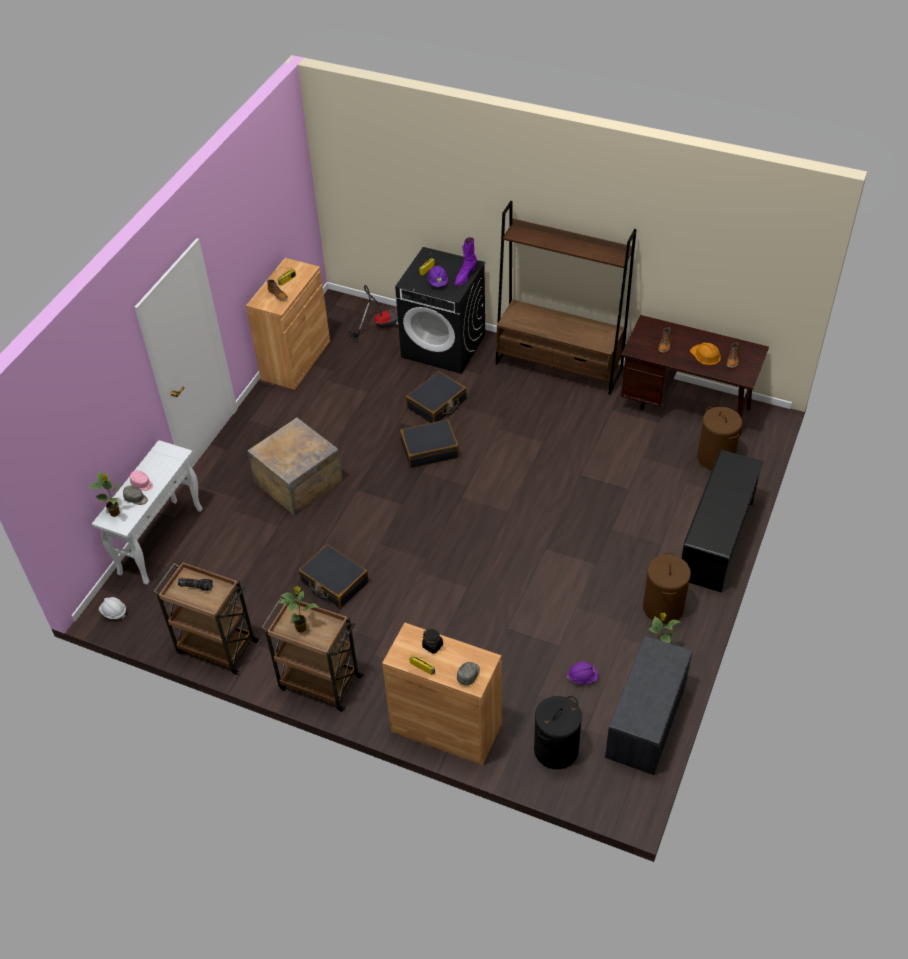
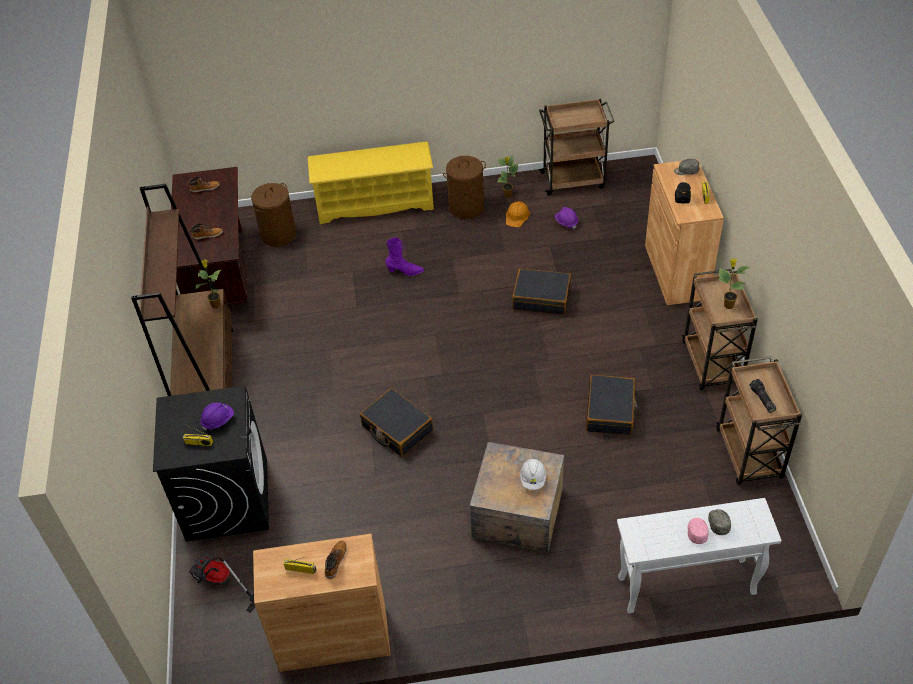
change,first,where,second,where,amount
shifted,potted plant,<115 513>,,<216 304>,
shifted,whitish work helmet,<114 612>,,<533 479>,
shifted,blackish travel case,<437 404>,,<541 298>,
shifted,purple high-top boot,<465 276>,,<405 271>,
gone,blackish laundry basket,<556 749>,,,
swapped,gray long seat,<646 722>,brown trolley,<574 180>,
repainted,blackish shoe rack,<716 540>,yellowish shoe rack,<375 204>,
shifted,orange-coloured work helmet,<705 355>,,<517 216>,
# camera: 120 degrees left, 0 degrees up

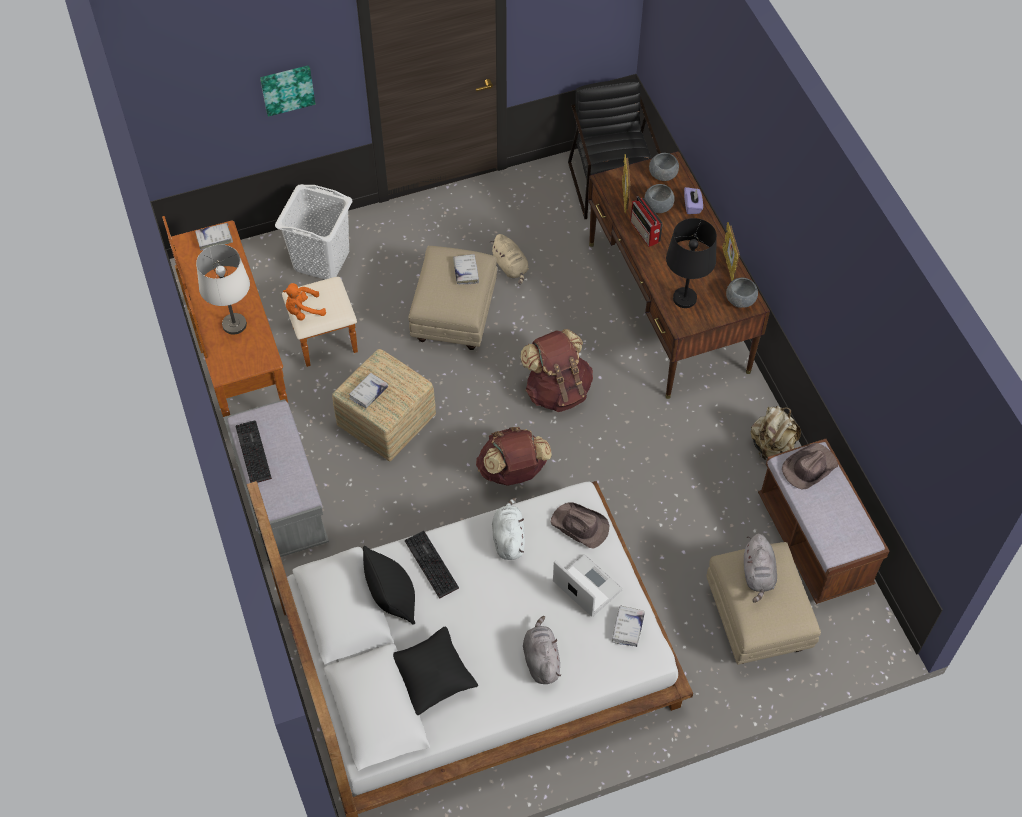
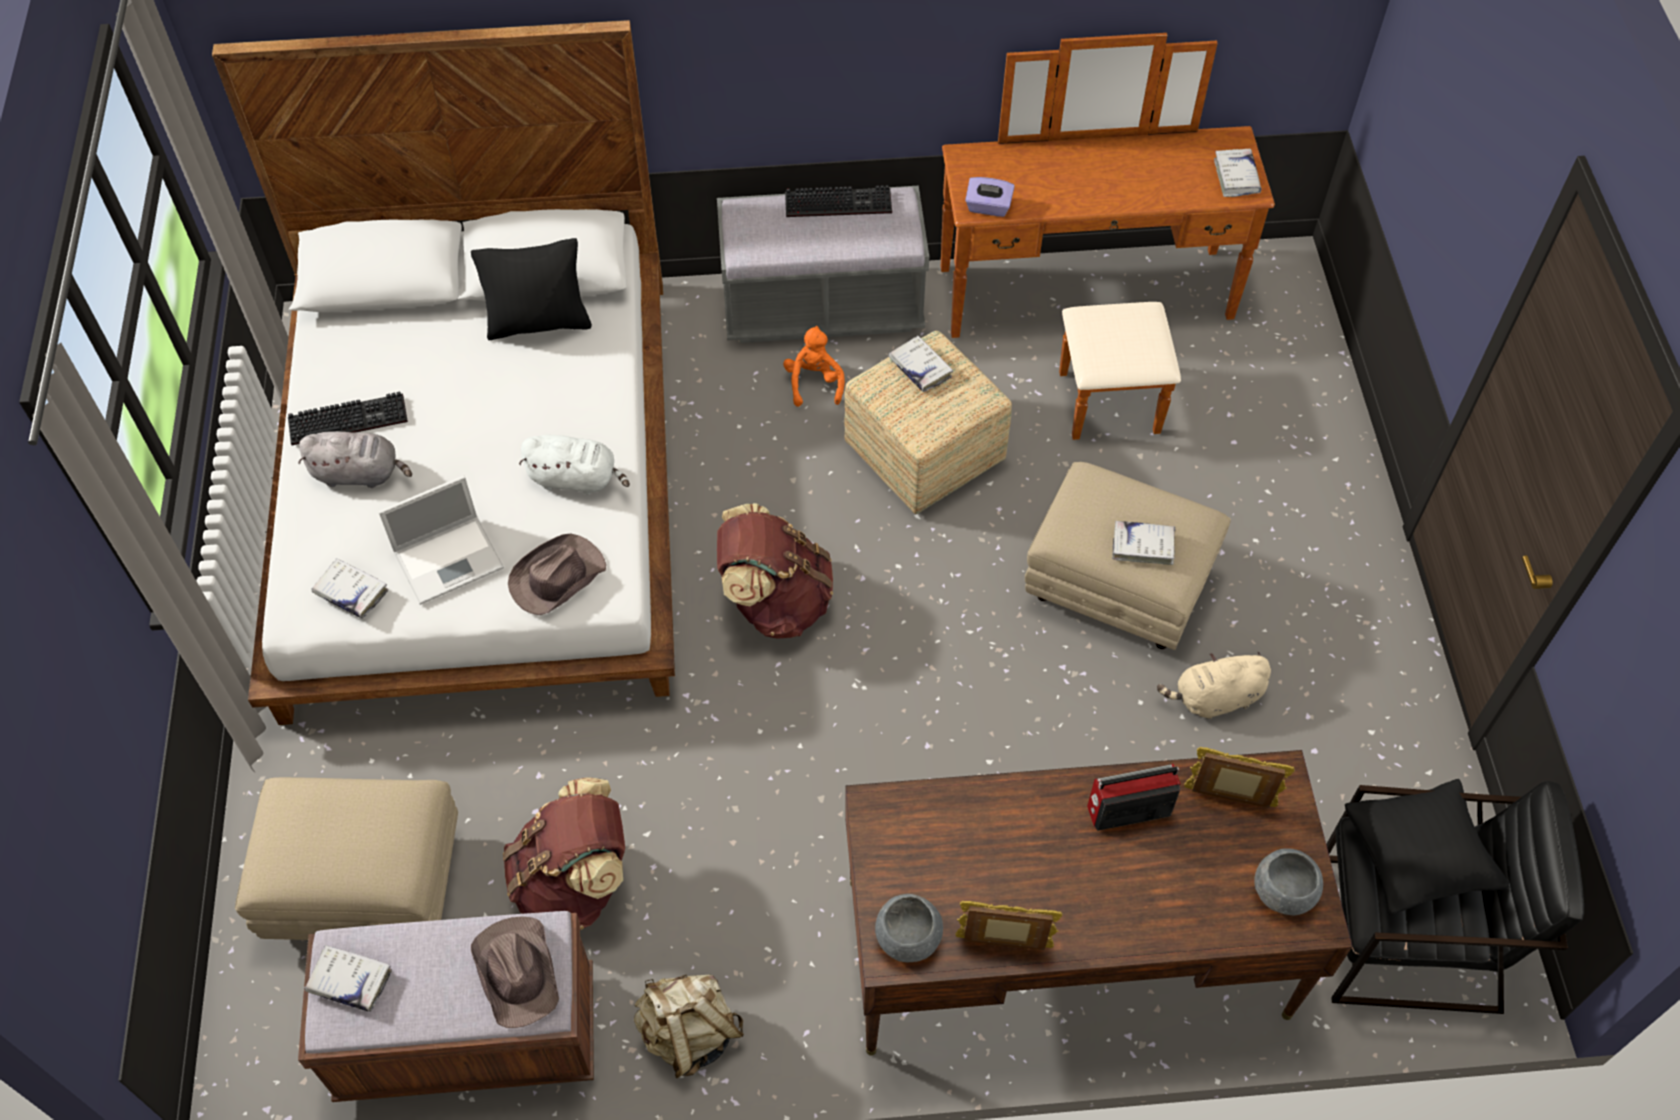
change,first,where,second,where,amount
gone,whitish lamp for a table,<235 324>,,,
gone,picture,<287 89>,,,
gone,whitish laundry basket,<321 260>,,,
shifted,orange-coloured cuddly toy,<303 311>,,<814 383>,
shifted,blackish cushion,<431 678>,,<1415 859>,
shifted,keyboard,<429 564>,,<350 418>,
shifted,brown knapsack,<557 390>,,<575 882>,
gone,gray serving bowl,<658 206>,,,
gone,blackish lamp for a table,<684 298>,,,
shifted,purple tissue box,<692 206>,,<988 207>,
gone,gray cuddly toy,<758 574>,,,
new,,,whitish bound book,<350 981>,
# camera: 105 degrees right, 0 degrees up

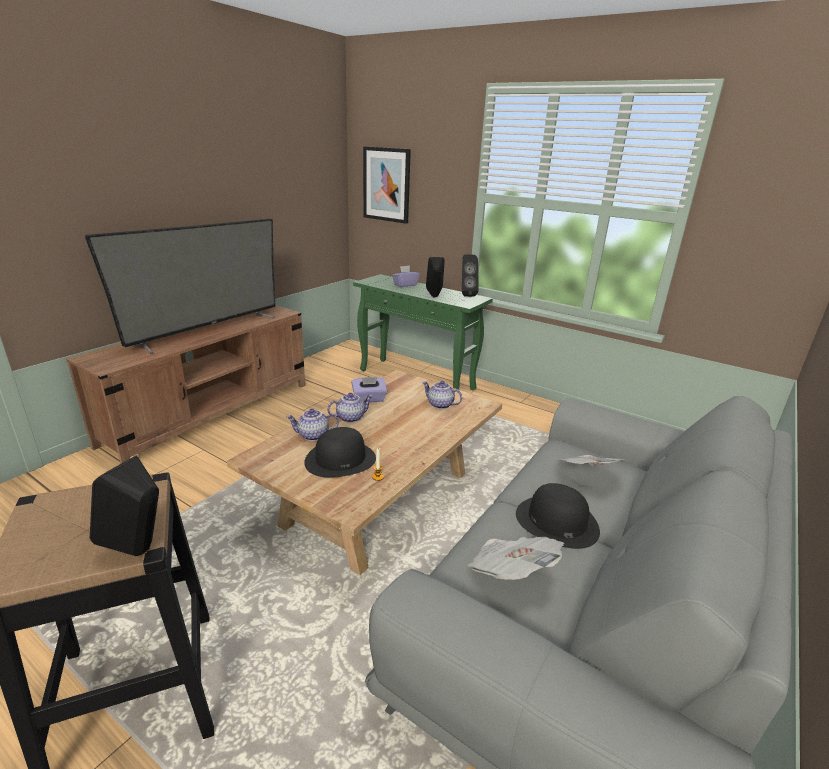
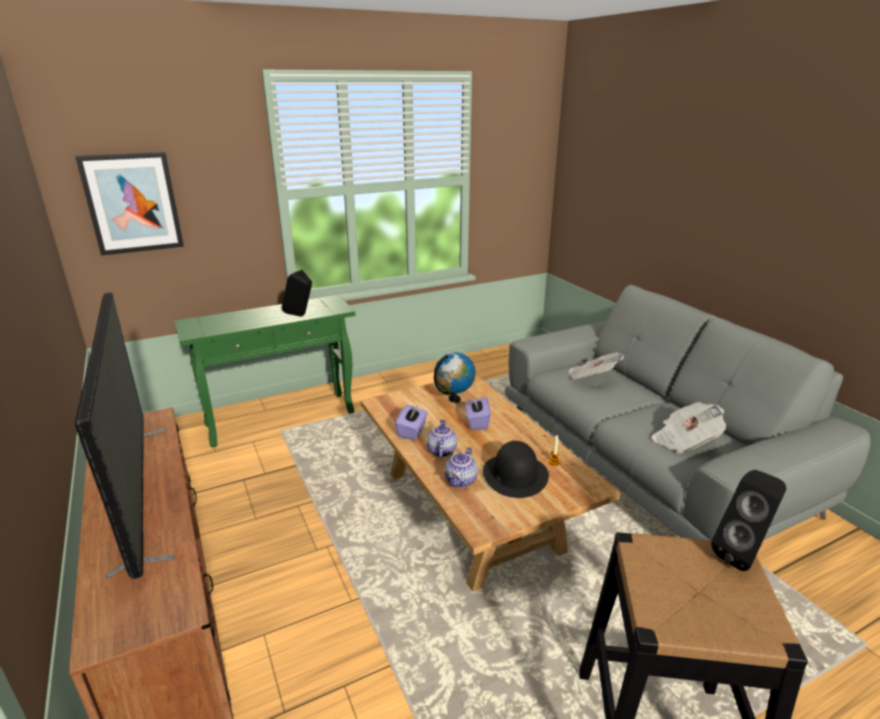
change,first,where,second,where,amount
shifted,purple tissue box,<405 285>,,<477 422>,
swapped,tea pot,<440 405>,world globe,<454 399>,
gone,blackish audio speaker,<466 295>,,,
gone,blackish clothing hat,<556 521>,,,
# camera: 60 degrees left, 0 degrees up

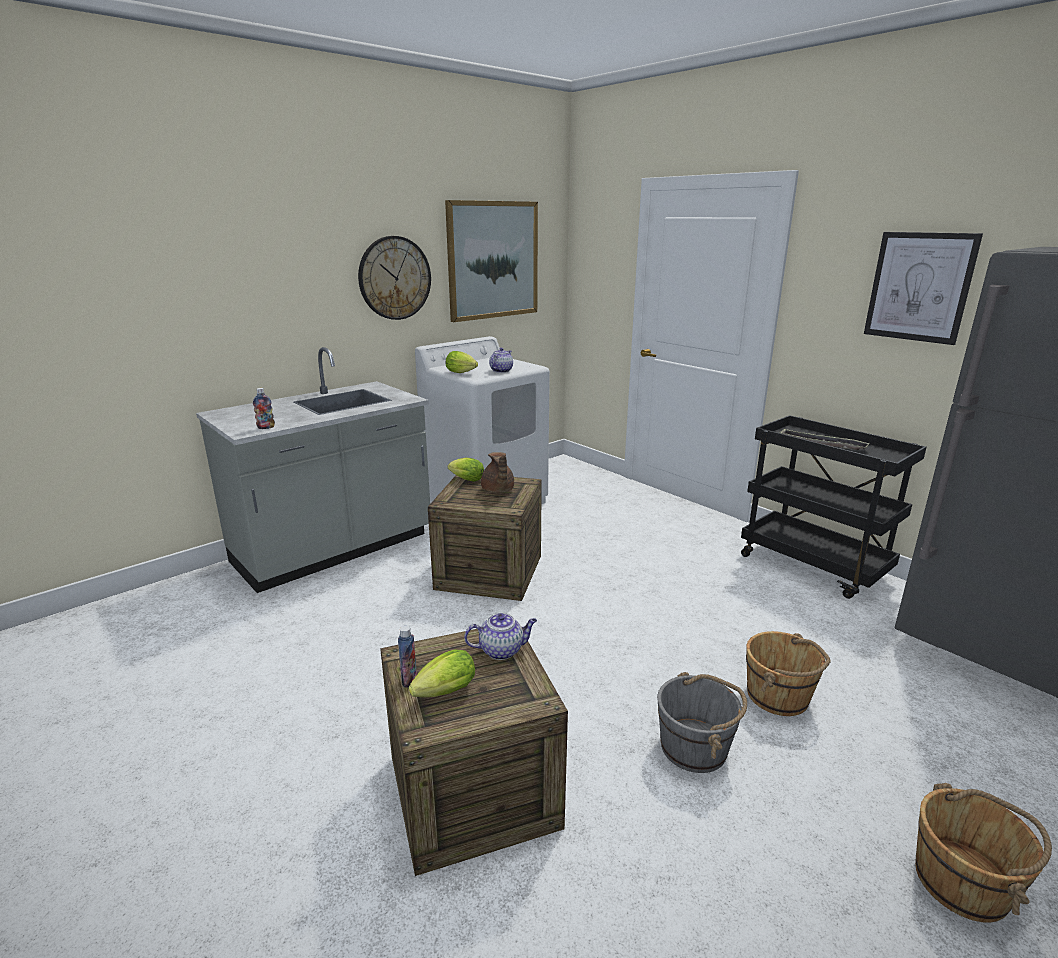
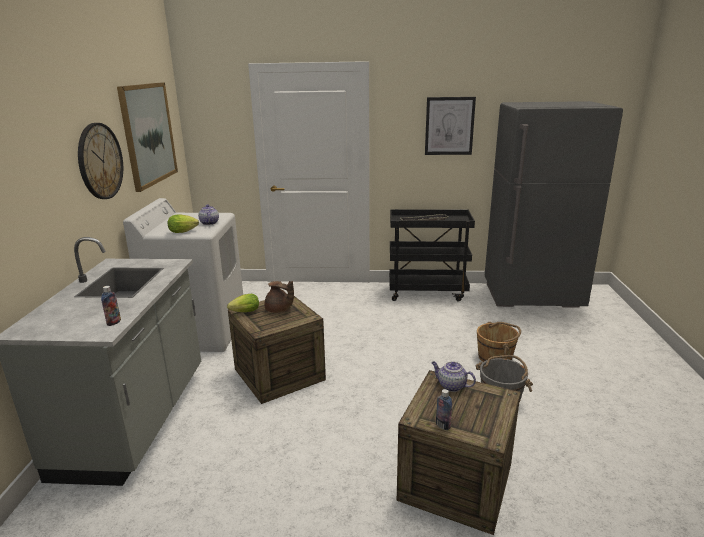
change,first,where,second,where,amount
gone,lettuce head,<442 694>,,,
rotated,tea pot,<502 650>,,<451 386>,90 degrees counterclockwise
gone,brown water bucket,<963 882>,,,
# camera: 45 degrees left, 0 degrees up

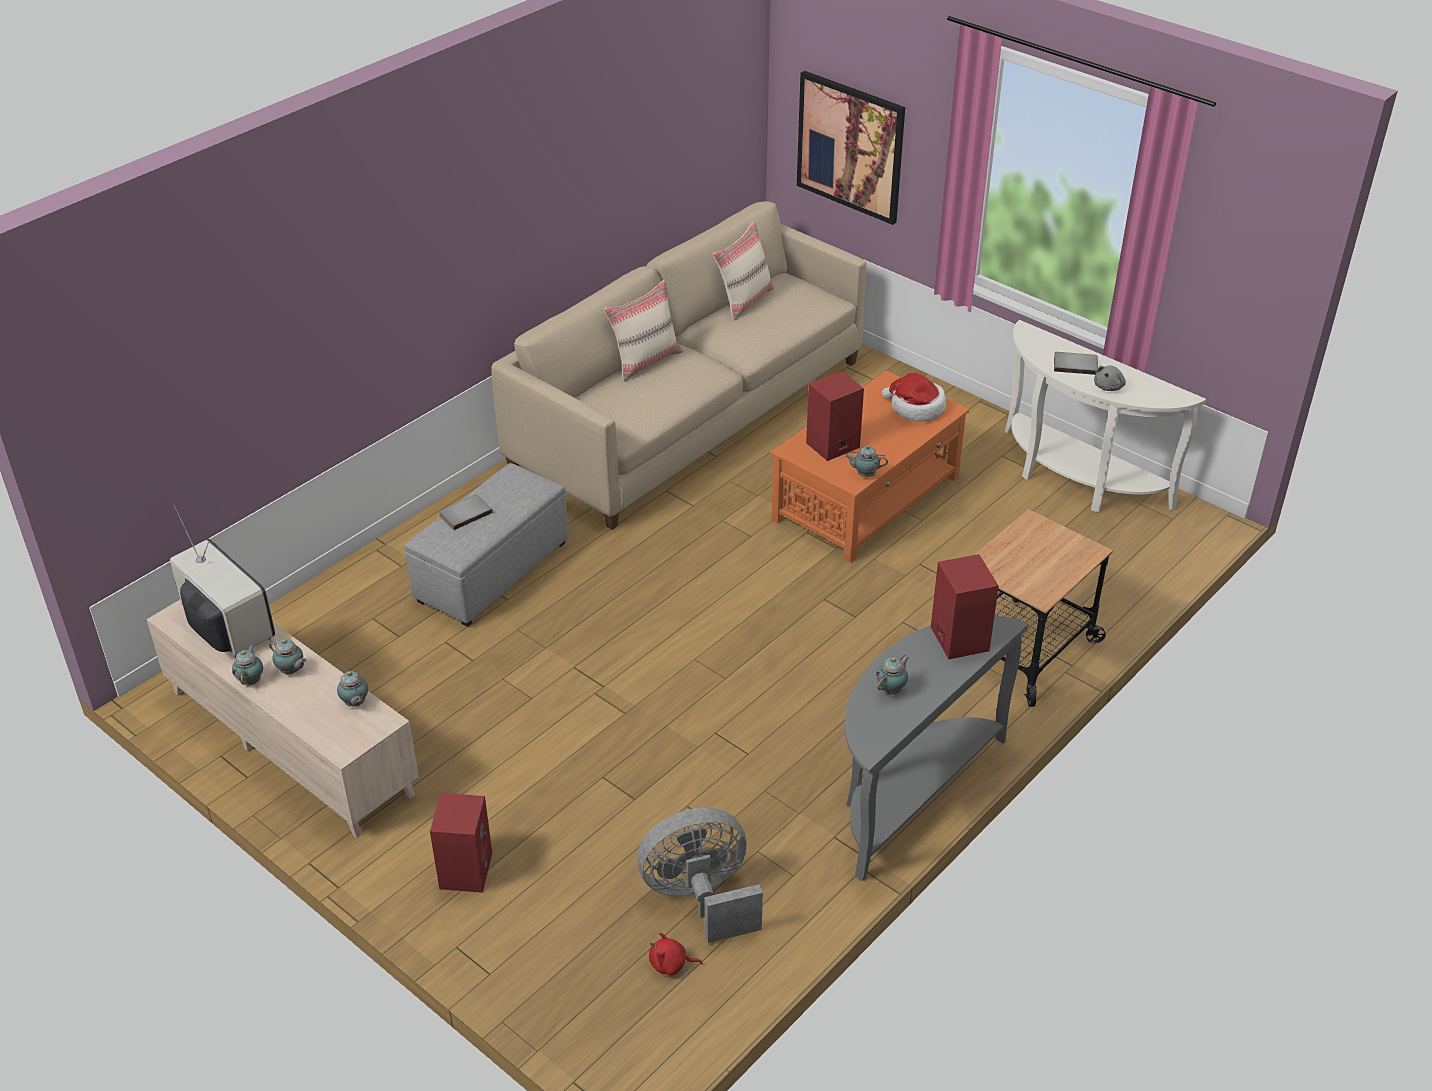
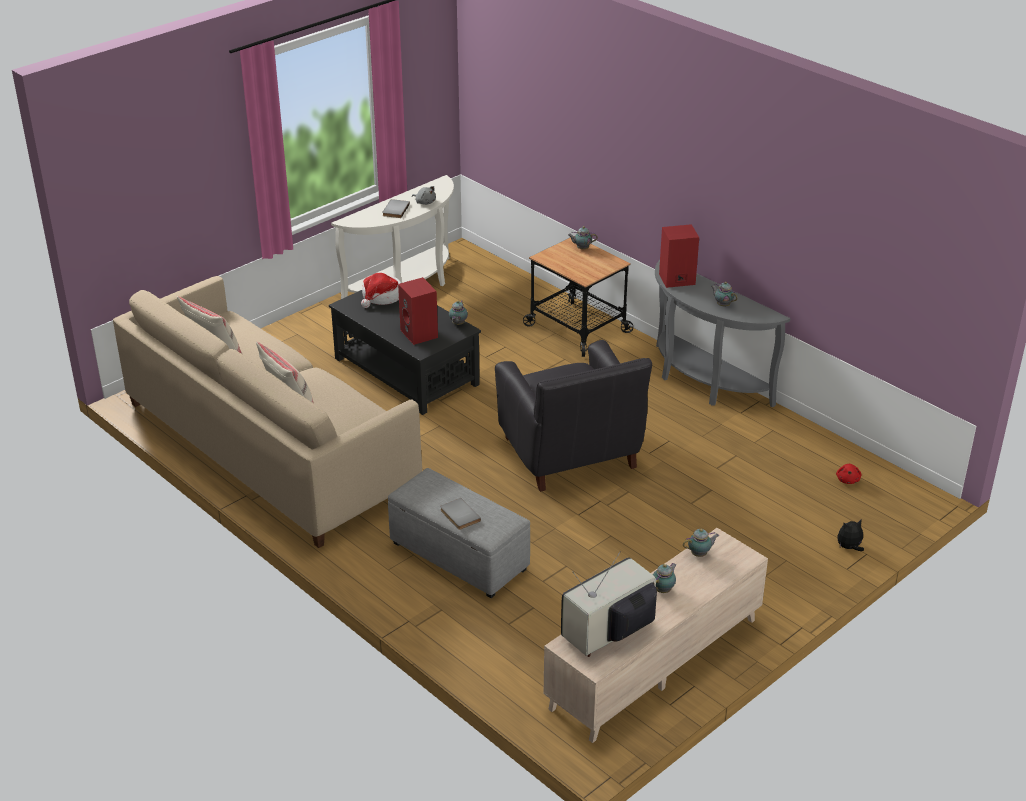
change,first,where,second,where,amount
shifted,tea pot,<251 680>,,<581 248>,
gone,red-coloured audio speaker,<465 870>,,,
gone,gray electric fan,<700 898>,,,
repainted,orange-coloured coffee table,<867 498>,blackish coffee table,<406 371>,
gone,picture,<850 147>,,,
new,,,blackish lounge chair,<570 454>,
new,,,cuddly toy,<849 548>,
# camera: 85 degrees left, 5 degrees down

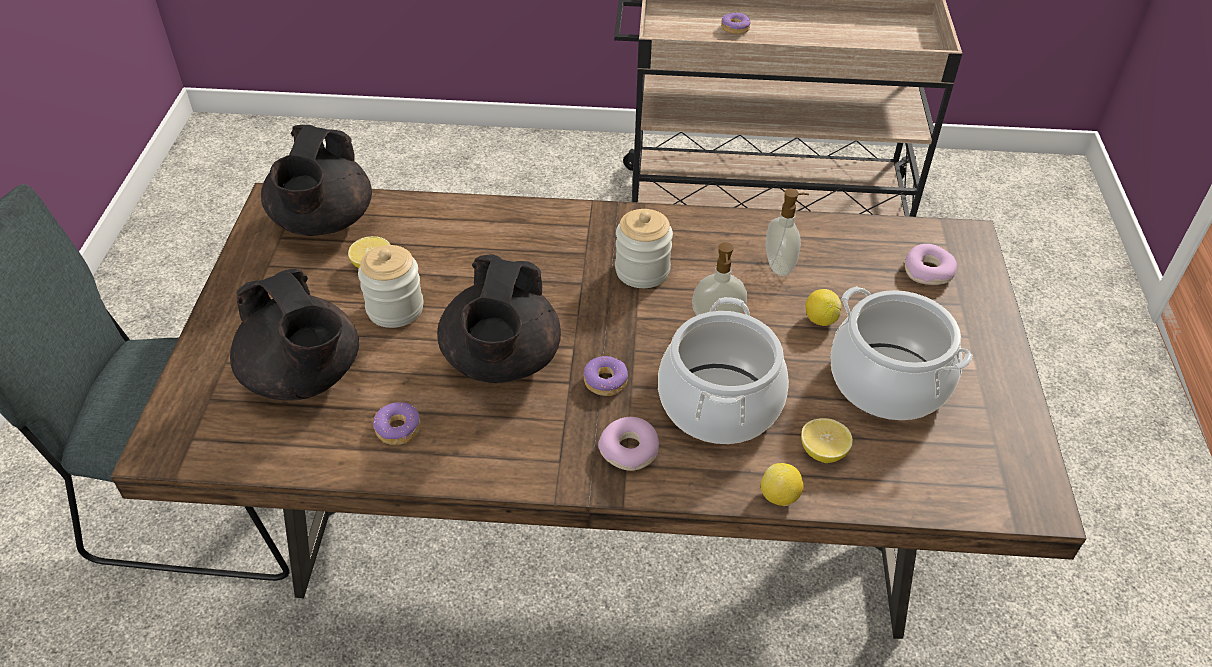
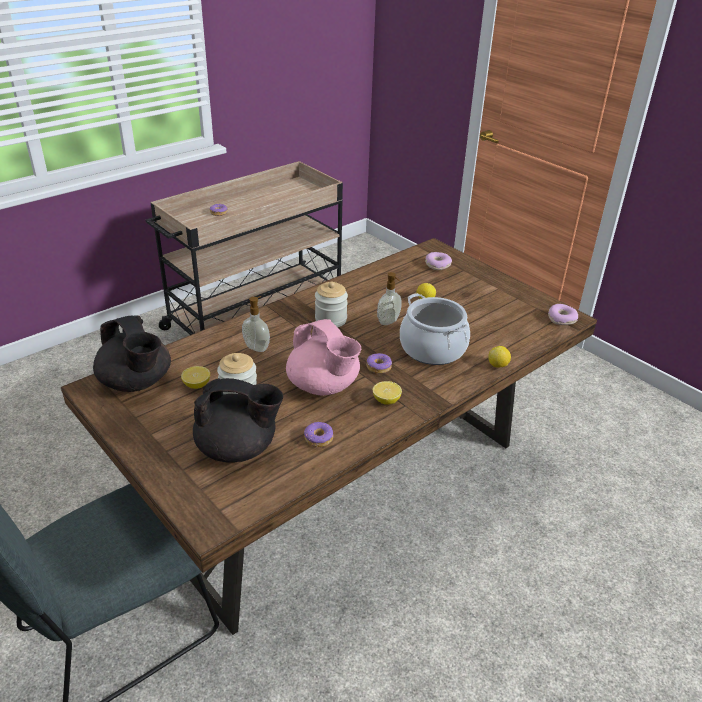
change,first,where,second,where,amount
repainted,blackish tea pot,<501 362>,pink-coloured tea pot,<324 386>,
shifted,donut,<629 450>,,<561 319>,
shifted,soap dispenser,<780 265>,,<257 347>,
shifted,whole lemon,<823 452>,,<386 400>,
gone,stockpot,<888 382>,,,
# camera: 45 degrees left, 10 degrees down

